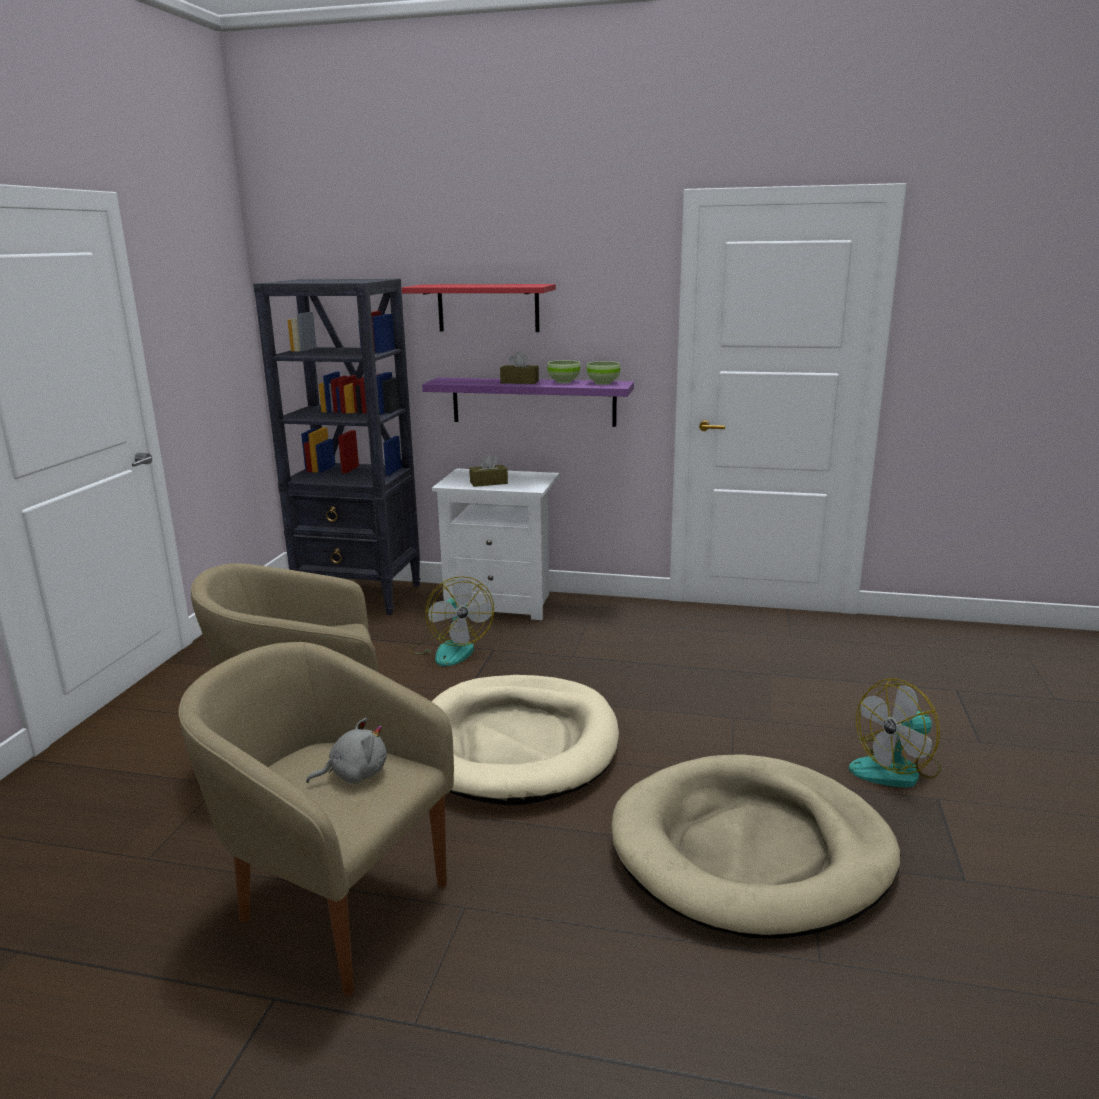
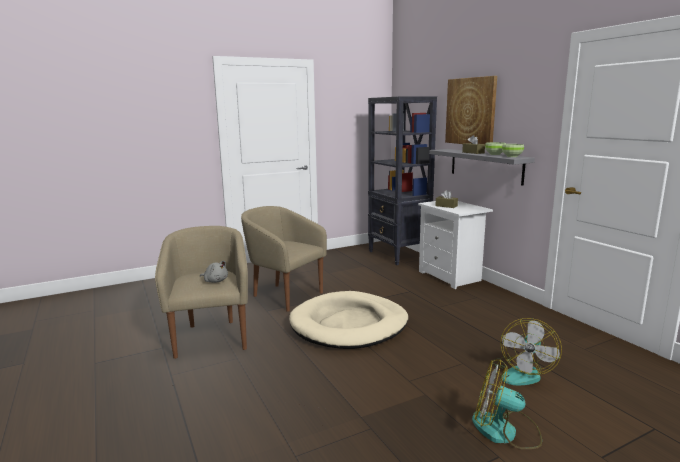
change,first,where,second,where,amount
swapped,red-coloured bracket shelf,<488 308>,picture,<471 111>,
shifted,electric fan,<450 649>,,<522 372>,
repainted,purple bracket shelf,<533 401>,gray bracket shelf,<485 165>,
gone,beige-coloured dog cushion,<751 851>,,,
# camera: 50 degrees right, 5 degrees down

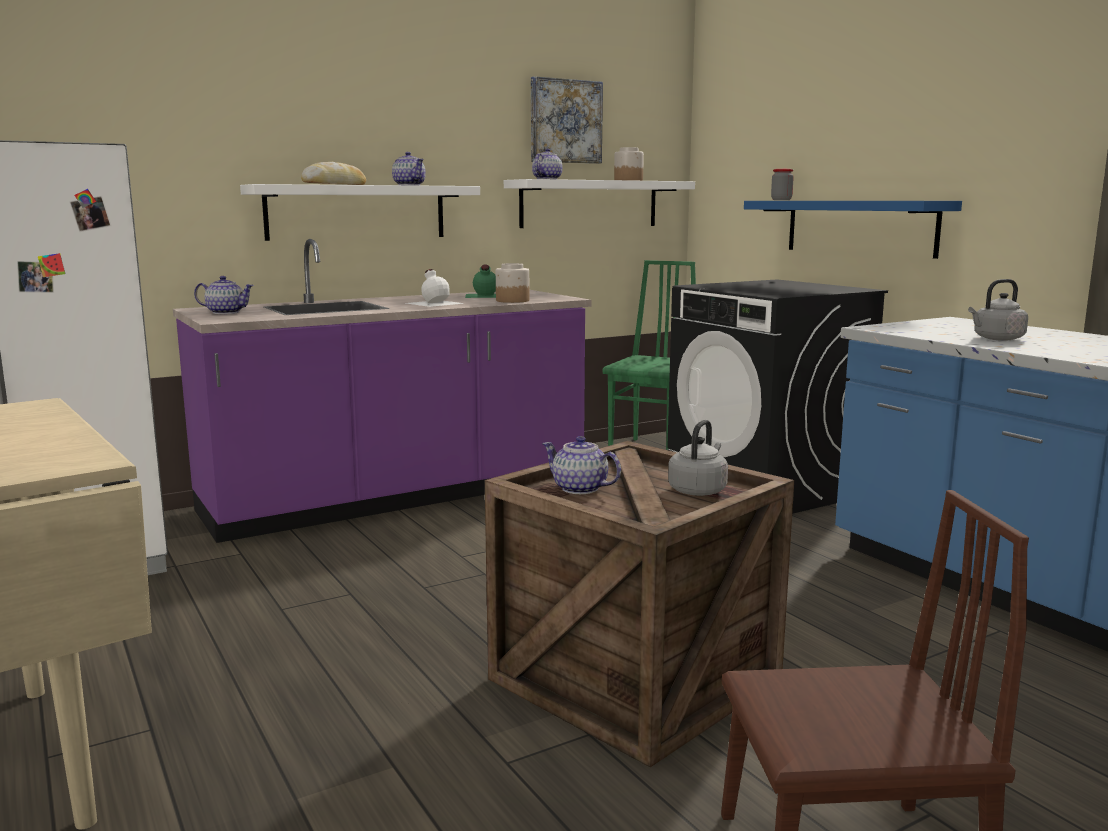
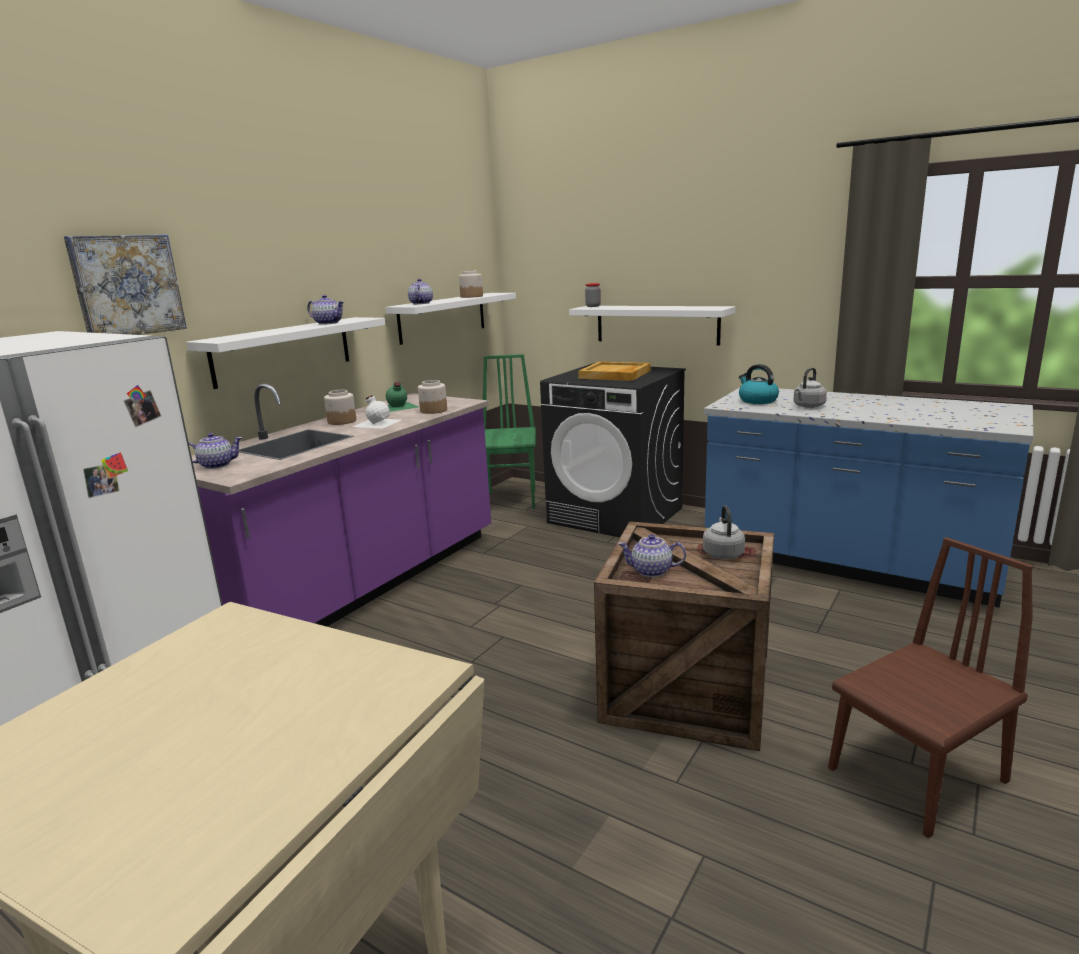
change,first,where,second,where,amount
gone,bakery bread,<334 184>,,,
shifted,picture,<565 121>,,<127 285>,
repainted,blue-coloured bracket shelf,<859 227>,whitish bracket shelf,<656 324>,
new,,,preserve jar,<341 421>,
new,,,beige-coloured tray,<615 374>,
new,,,tea kettle,<757 400>,
# camera: 25 degrees left, 5 degrees up

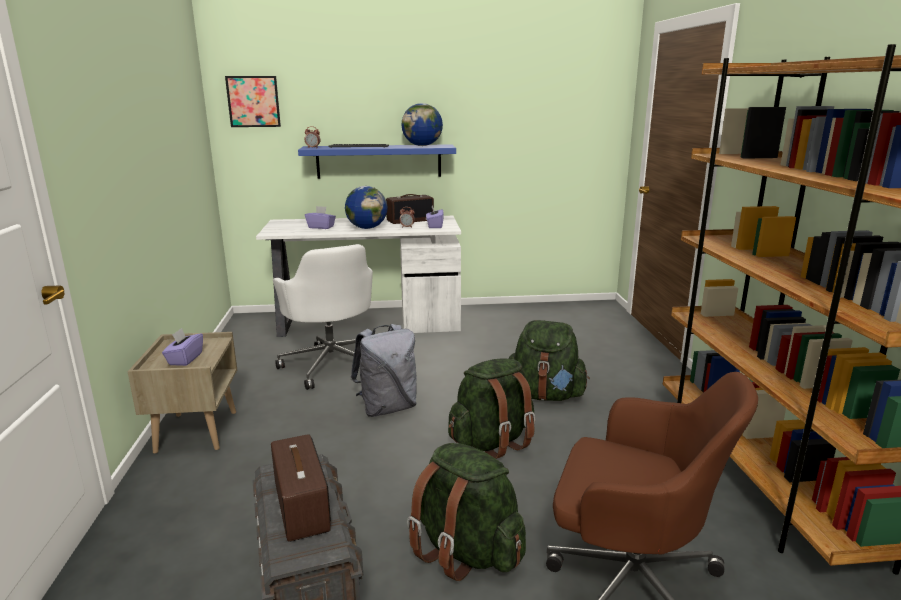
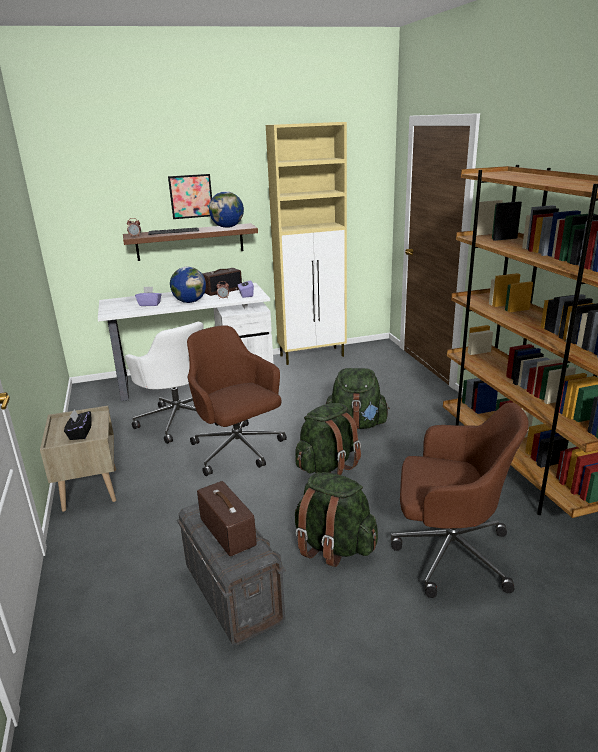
change,first,where,second,where,amount
repainted,purple tissue box,<185 359>,blackish tissue box,<80 433>,
shifted,picture,<253 101>,,<191 196>,
repainted,blue-coloured bracket shelf,<379 161>,brown bracket shelf,<190 242>,
swapped,gray knapsack,<387 408>,brown office chair,<238 450>,
new,,,beige-coloured storage cabinet,<313 356>,
# camera: 10 degrees left, 5 degrees up

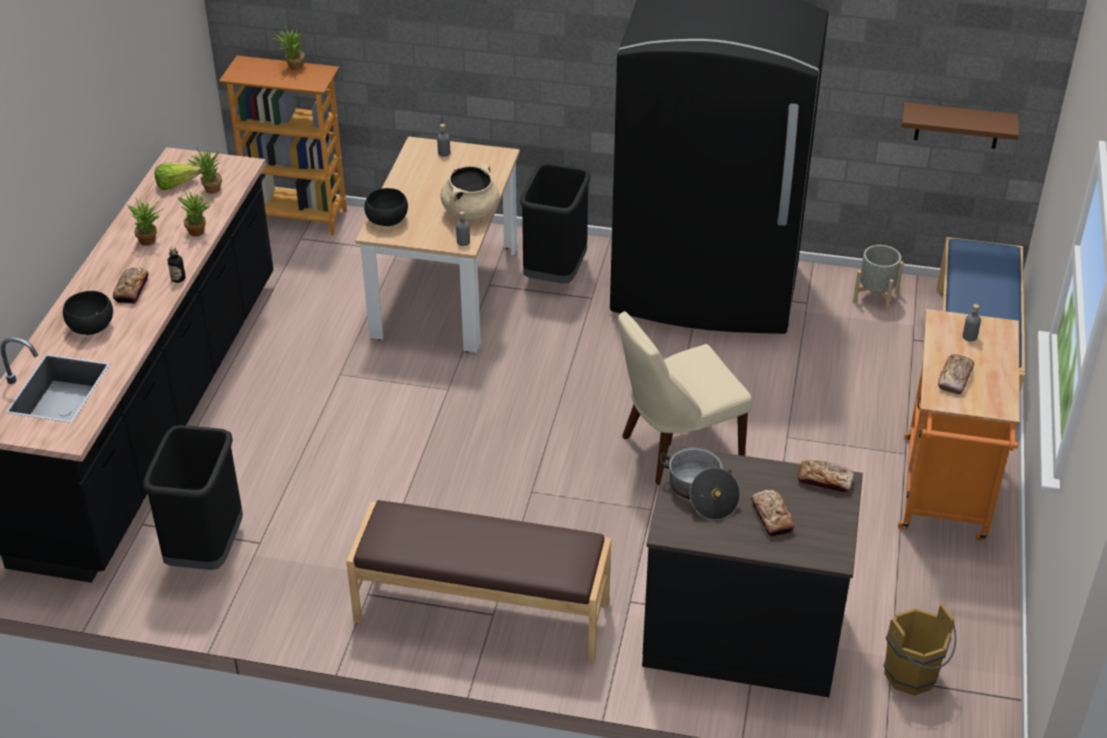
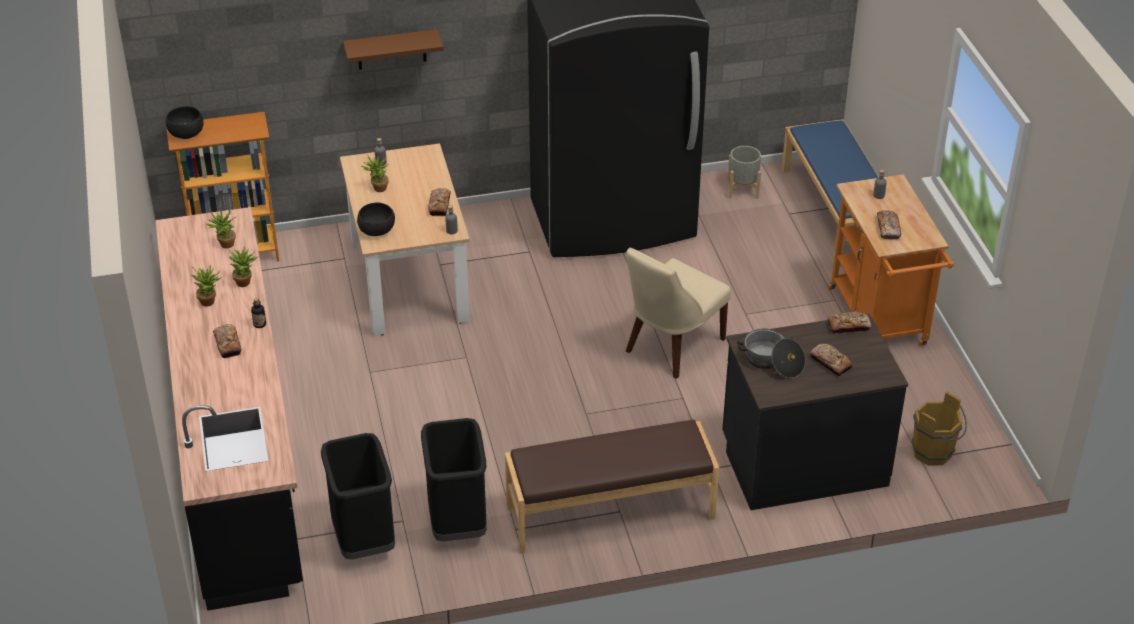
change,first,where,second,where,amount
shifted,blackish serving bowl,<91 327>,,<186 134>,
gone,lettuce head,<175 184>,,,
shifted,potted plant,<292 67>,,<377 189>,
swapped,beige-coloured stockpot,<470 212>,bakery bread,<439 205>,
shifted,blackish trash can,<555 273>,,<458 524>,
shifted,brown bracket shelf,<957 125>,,<391 49>,
# camera: 25 degrees left, 0 degrees up

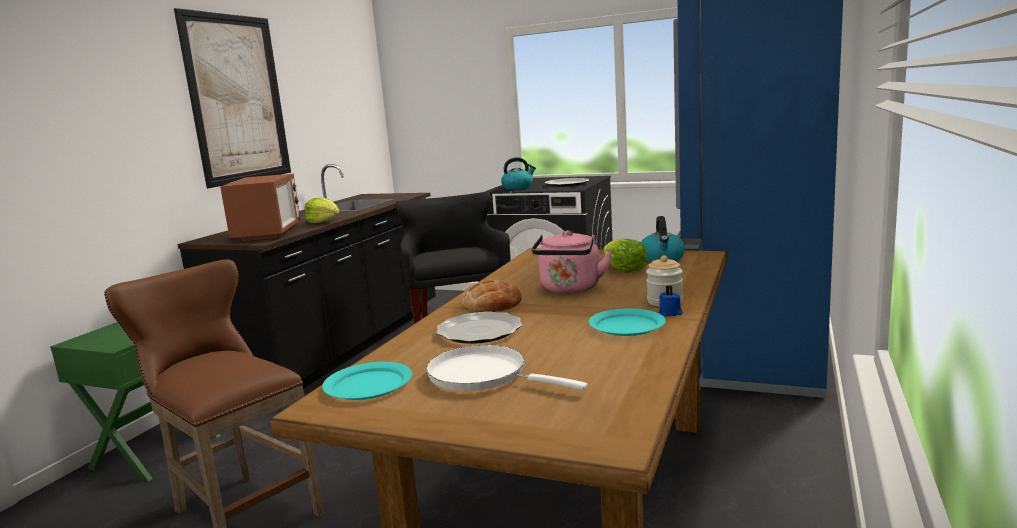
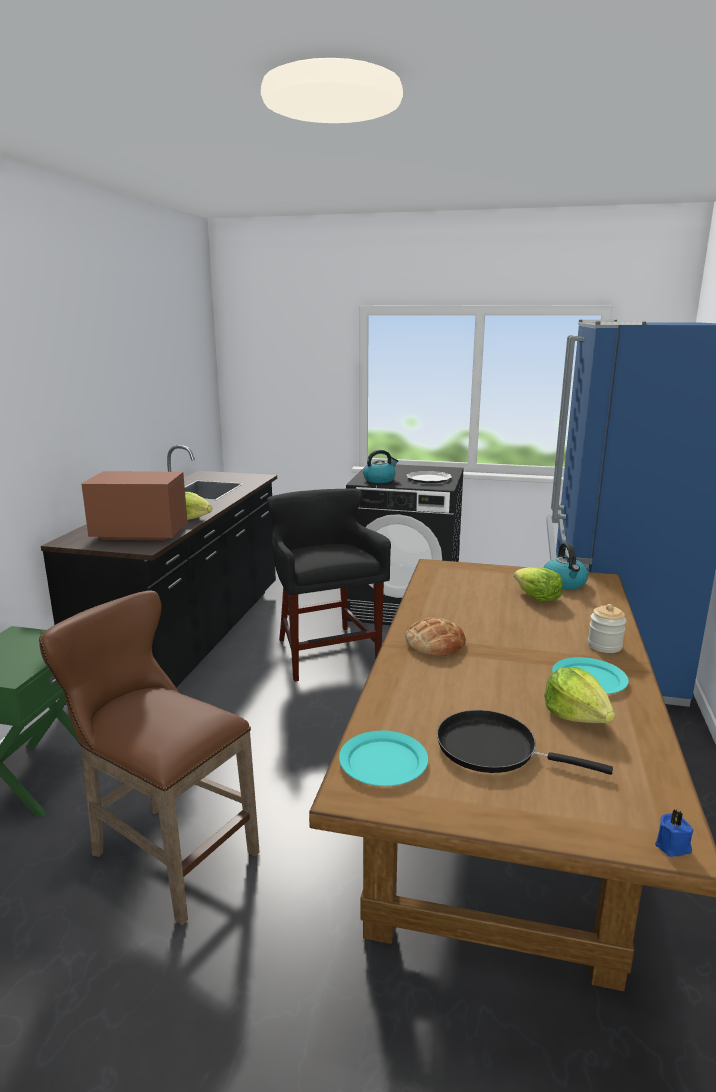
change,first,where,second,where,amount
gone,picture,<237 99>,,,
rotated,microwave oven,<268 233>,,<140 534>,75 degrees counterclockwise
repainted,whitish skillet,<484 375>,blackish skillet,<493 749>,
gone,plate,<480 331>,,,
gone,pink-coloured tea kettle,<570 289>,,,
shifted,blue-coloured wax light,<670 313>,,<673 847>,
new,,,lettuce head,<576 715>,
# camera: 10 degrees left, 5 degrees up

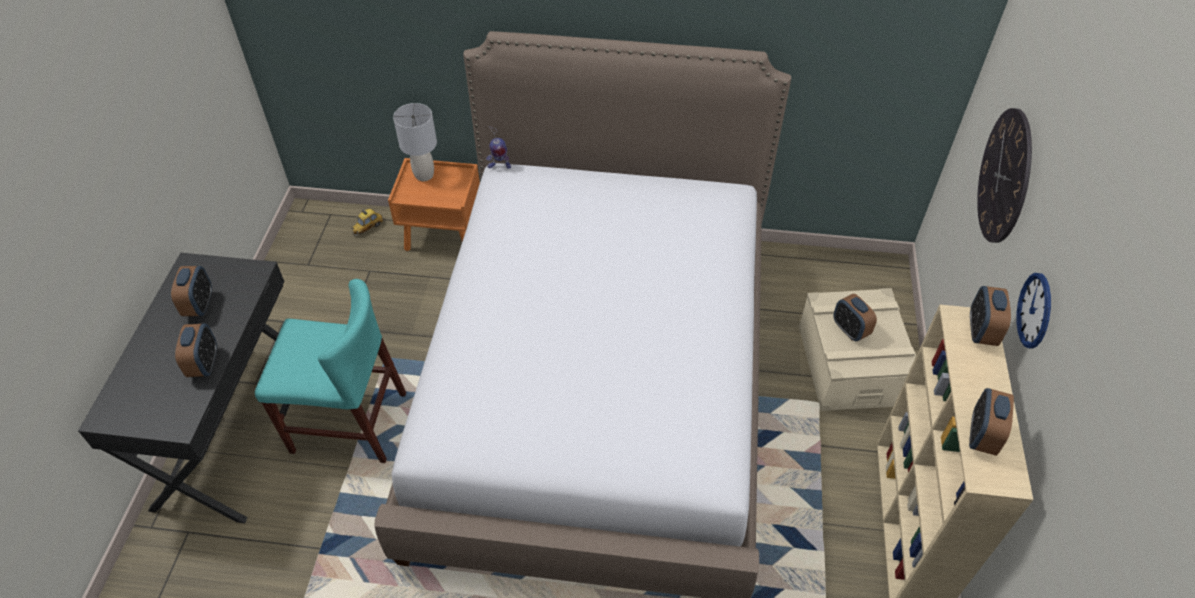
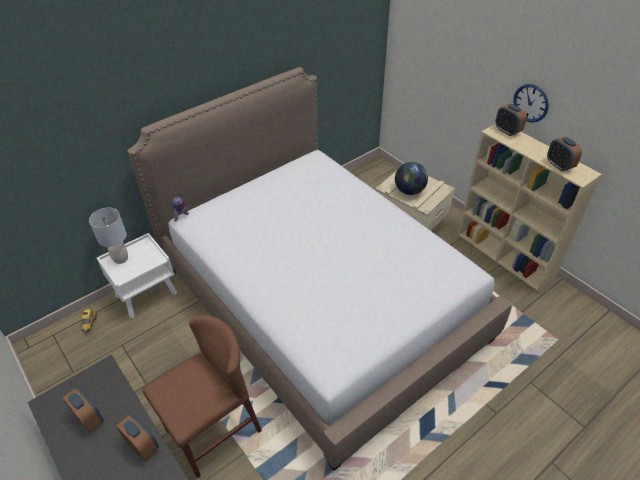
change,first,where,second,where,amount
repainted,turquoise-coloured chair,<349 423>,brown chair,<213 430>,
repainted,orange-coloured night table,<444 236>,whitish night table,<147 294>,
swapped,bedside clock,<850 330>,world globe,<409 191>,
gone,wall clock,<1005 176>,,,
# camera: 45 degrees left, 5 degrees down

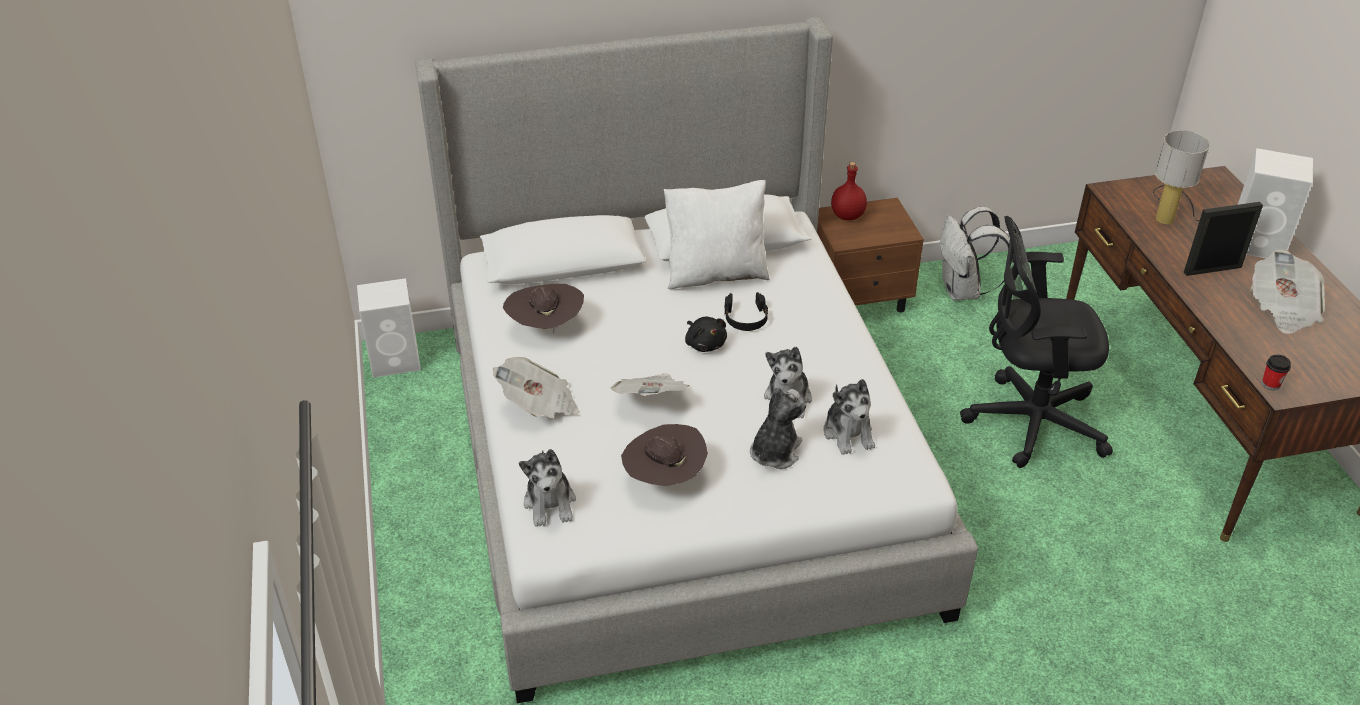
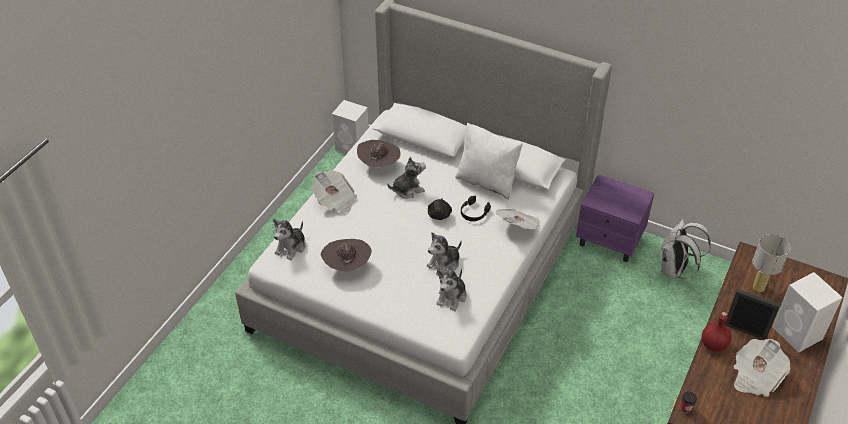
change,first,where,second,where,amount
shifted,daily paper,<651 400>,,<518 227>,
shifted,cuddly toy,<774 452>,,<407 189>,
repainted,brown night table,<860 298>,purple night table,<610 241>,
shifted,red-coloured bottle,<846 215>,,<713 344>,
gone,blackish office chair,<1027 422>,,,
# camera: 40 degrees right, 5 degrees up

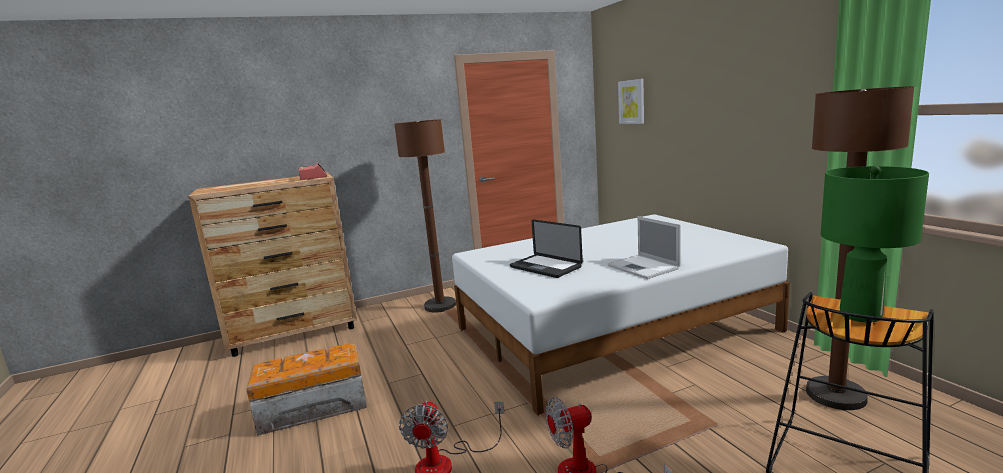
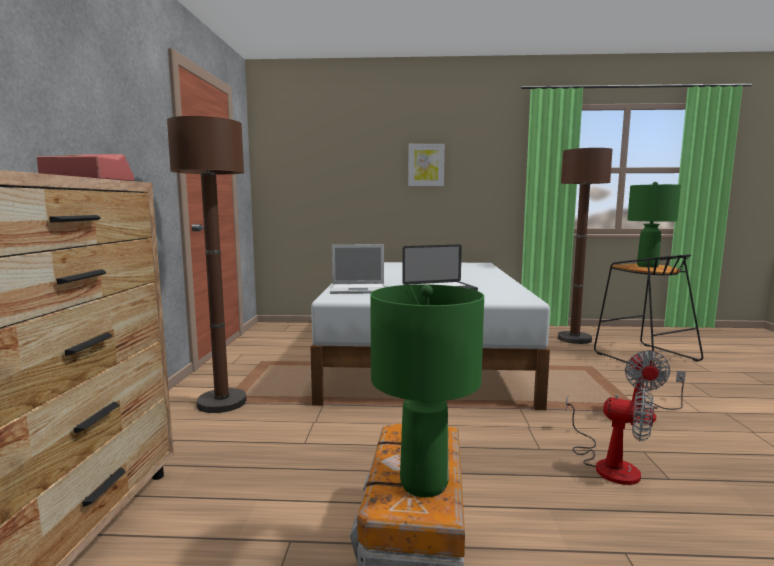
change,first,where,second,where,amount
shifted,notebook computer,<644 267>,,<359 289>,
shifted,picture,<632 102>,,<426 165>,
new,,,green-coloured lamp for a table,<423 484>,
# camera: 65 degrees left, 5 degrees down

